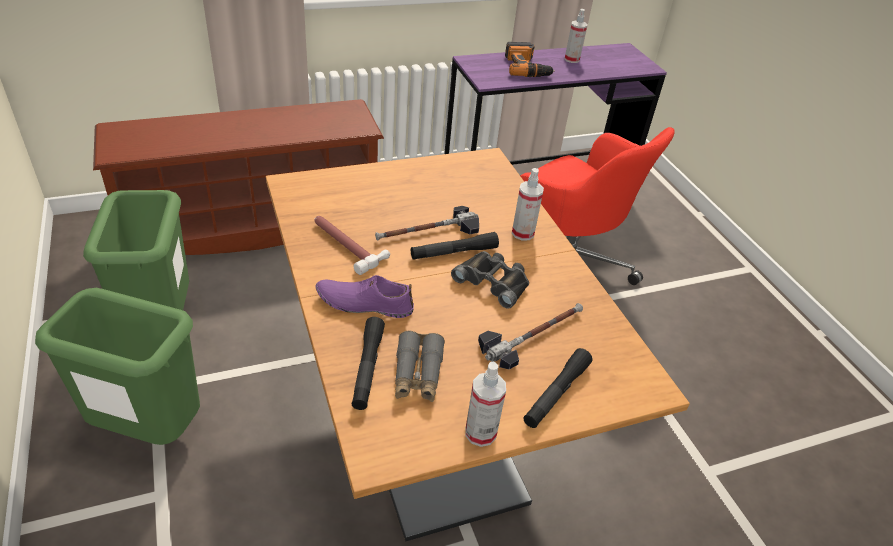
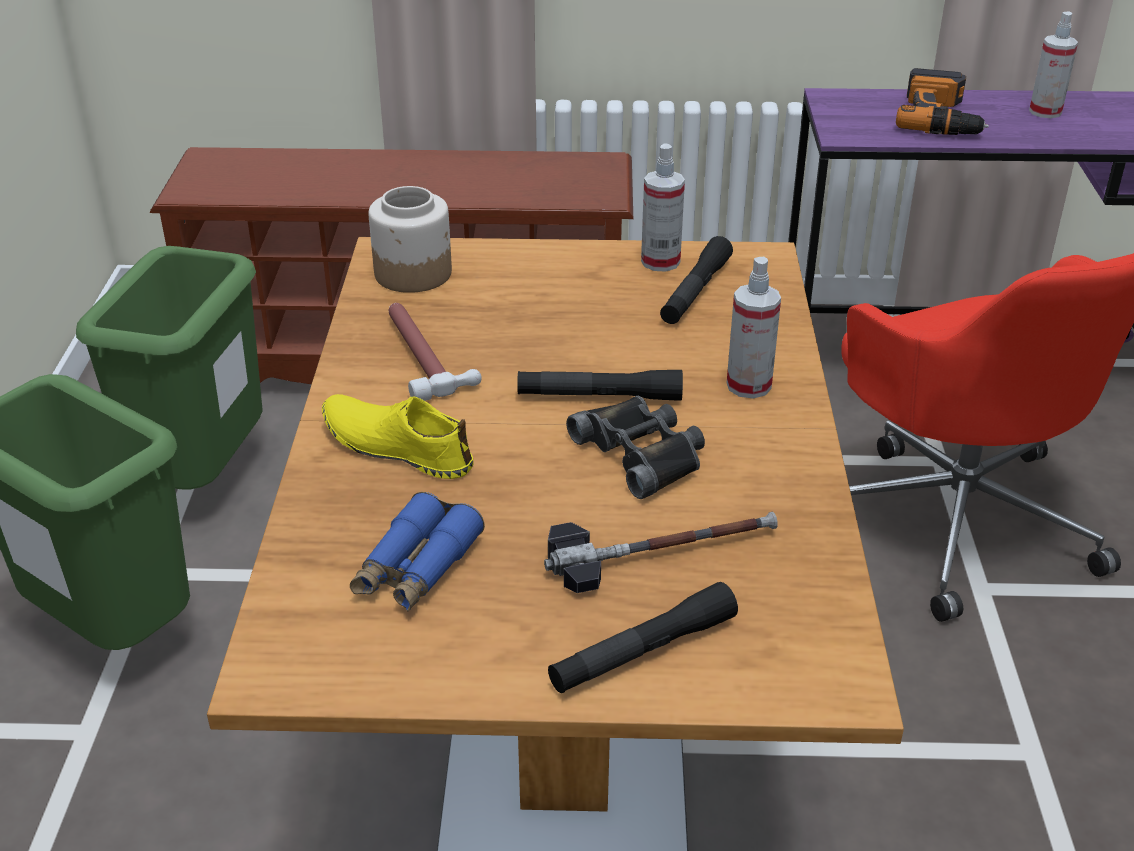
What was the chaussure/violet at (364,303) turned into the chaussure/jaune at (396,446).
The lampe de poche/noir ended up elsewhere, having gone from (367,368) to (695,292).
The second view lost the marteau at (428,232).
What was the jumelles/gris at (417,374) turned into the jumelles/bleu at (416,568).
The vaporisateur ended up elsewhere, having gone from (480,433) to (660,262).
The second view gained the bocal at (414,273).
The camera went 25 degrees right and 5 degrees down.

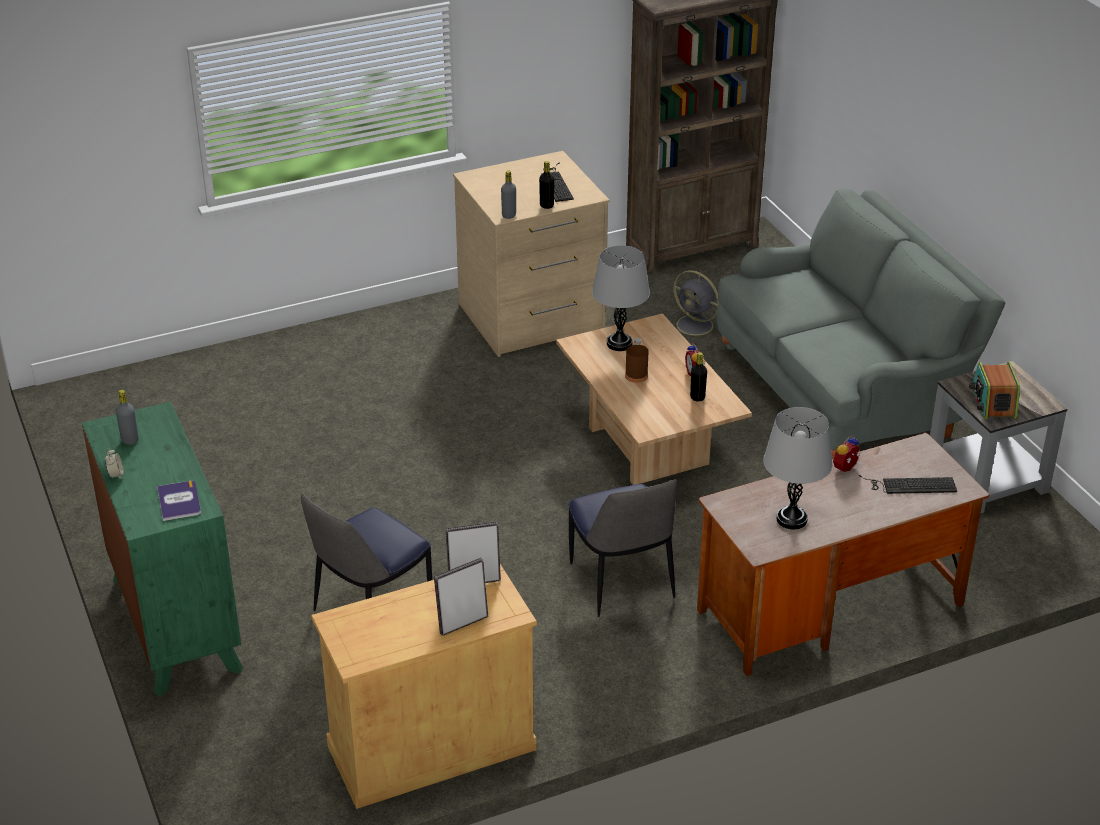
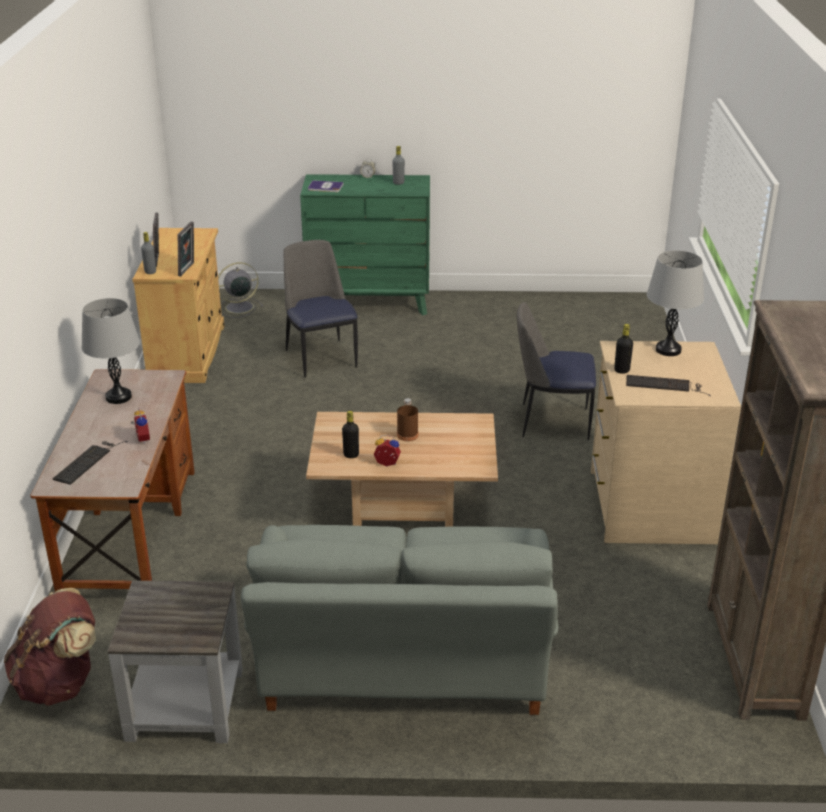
The bouteille/gris ended up elsewhere, having gone from (509,215) to (150,272).
The chaise ended up elsewhere, having gone from (622,583) to (552,422).
The lampe de table/gris ended up elsewhere, having gone from (619,343) to (668,350).
The ventilateur/gris ended up elsewhere, having gone from (696,326) to (238,307).
The second view lost the radio at (993,403).
The second view gained the sac à dos/marron at (60,683).
The camera went 115 degrees right and 5 degrees down.

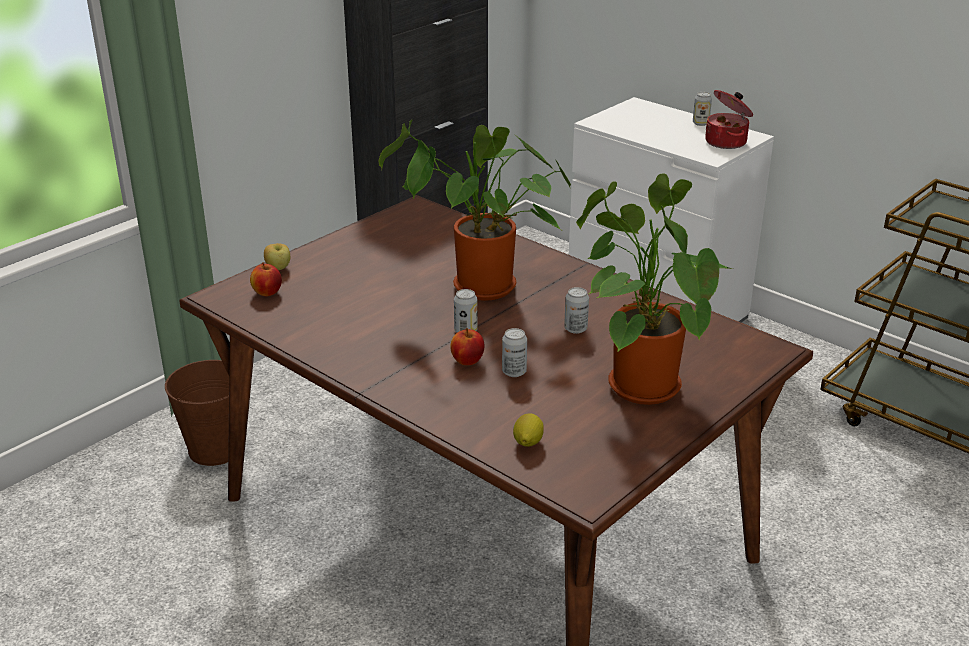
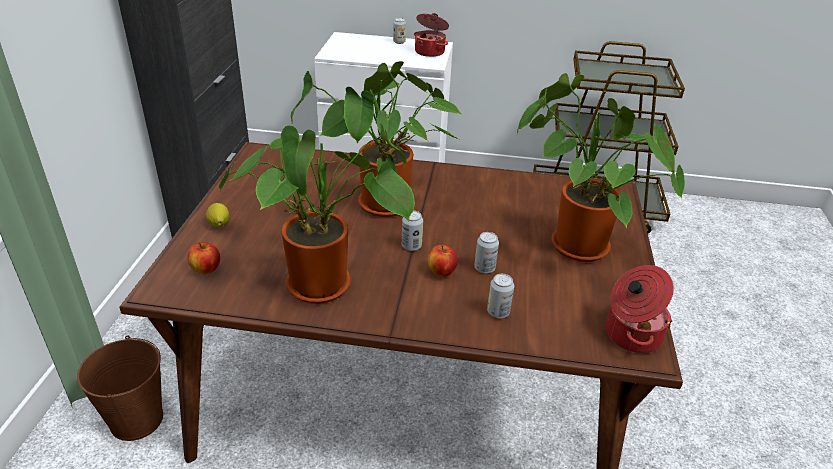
The second view lost the pomme at (278,268).
The citron ended up elsewhere, having gone from (527,443) to (219,225).
The boîte métallique ended up elsewhere, having gone from (575,329) to (498,312).
The second view gained the plante en pot at (326,284).
The second view gained the marmite at (630,334).
The camera went 35 degrees left and 5 degrees up.

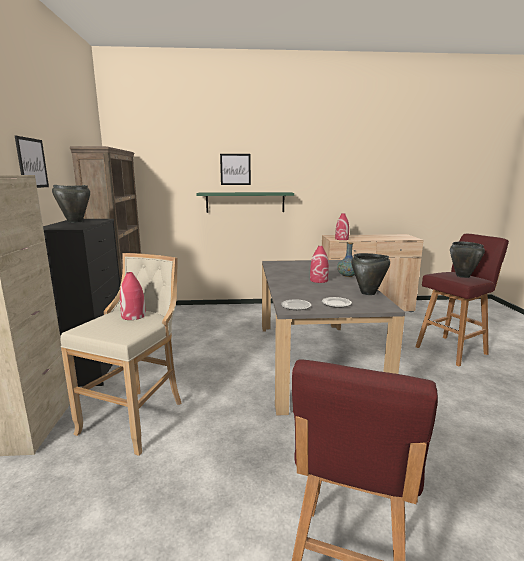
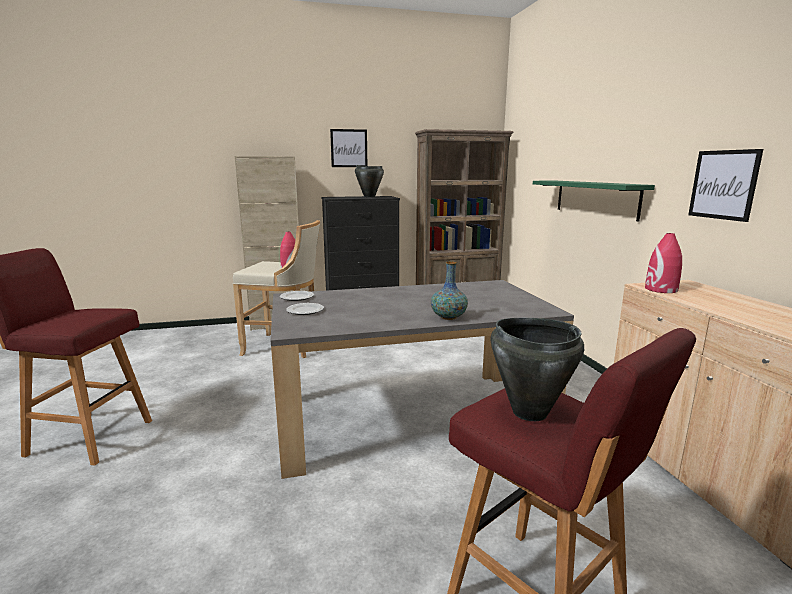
The tableau ended up elsewhere, having gone from (235,169) to (723,184).
The second view lost the vase/rouge at (319,280).
The second view lost the marmite/noir at (368,293).
The camera went 80 degrees right and 0 degrees up.

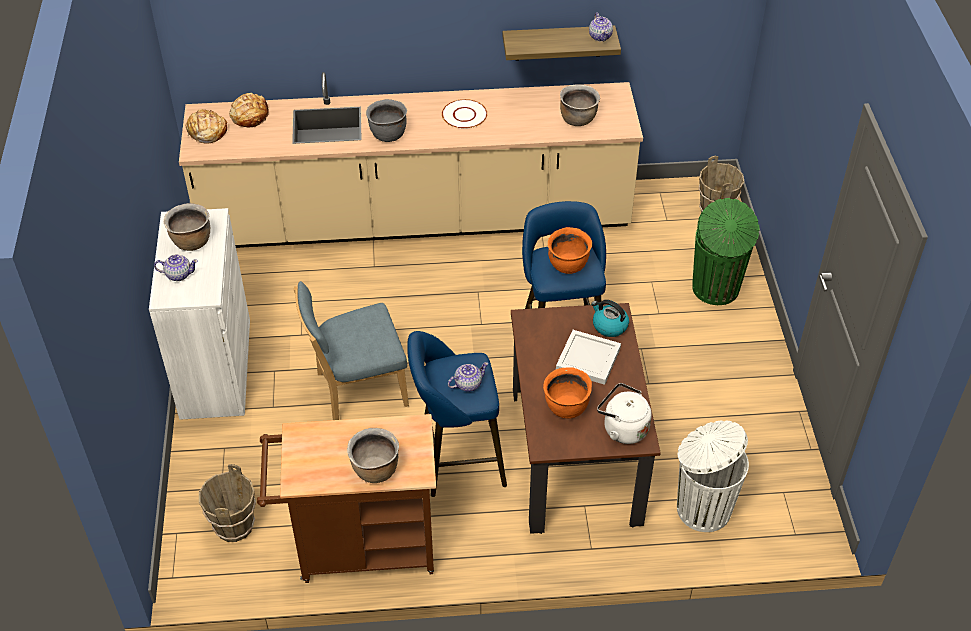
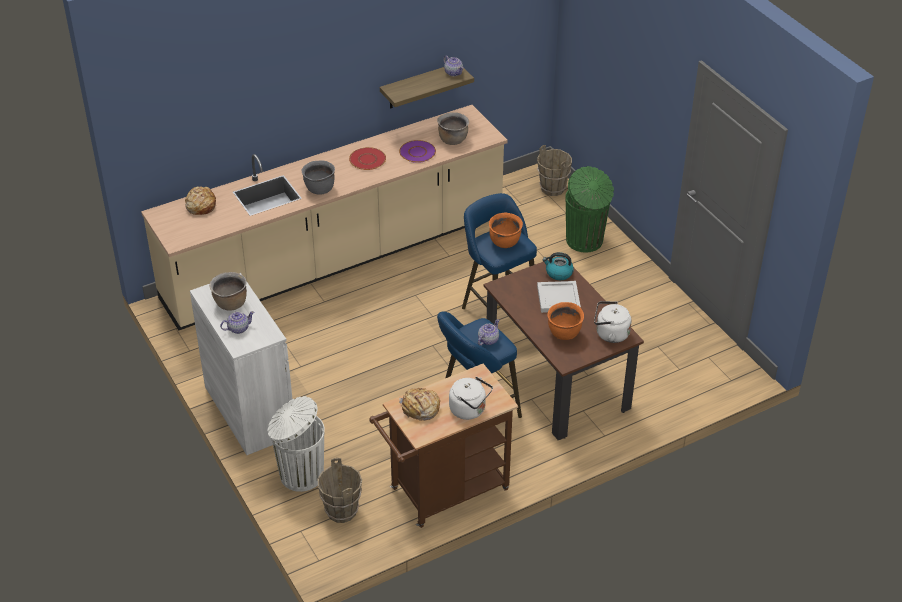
The pain ended up elsewhere, having gone from (207,132) to (420,408).
The second view lost the chaise/bleu at (357,390).
Where the marmite/marron stood at (375,470), the bouilloire/blanc came to stand at (469,410).
What was the assiette/blanc at (464,115) turned into the assiette/rouge at (367,159).
The poubelle/blanc ended up elsewhere, having gone from (701,508) to (300,474).
The second view gained the assiette/violet at (417,152).
The camera went 25 degrees left and 5 degrees down.

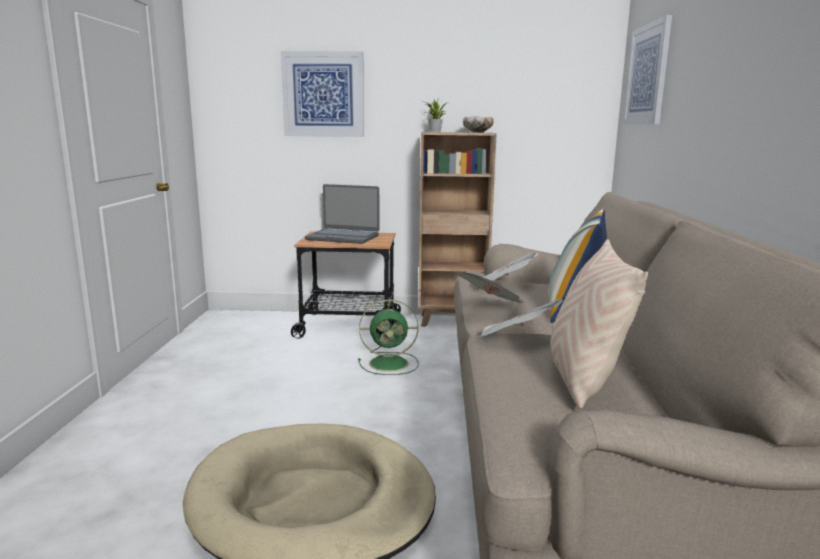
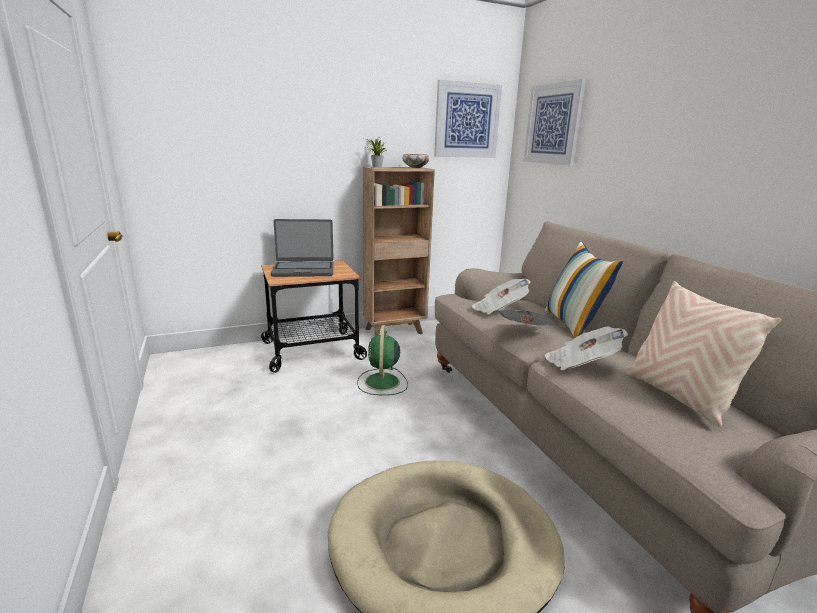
The tableau ended up elsewhere, having gone from (323,94) to (467,120).
The ventilateur/vert at (390,363) ended up facing another way, 120 degrees clockwise from before.
The camera went 25 degrees left and 5 degrees up.

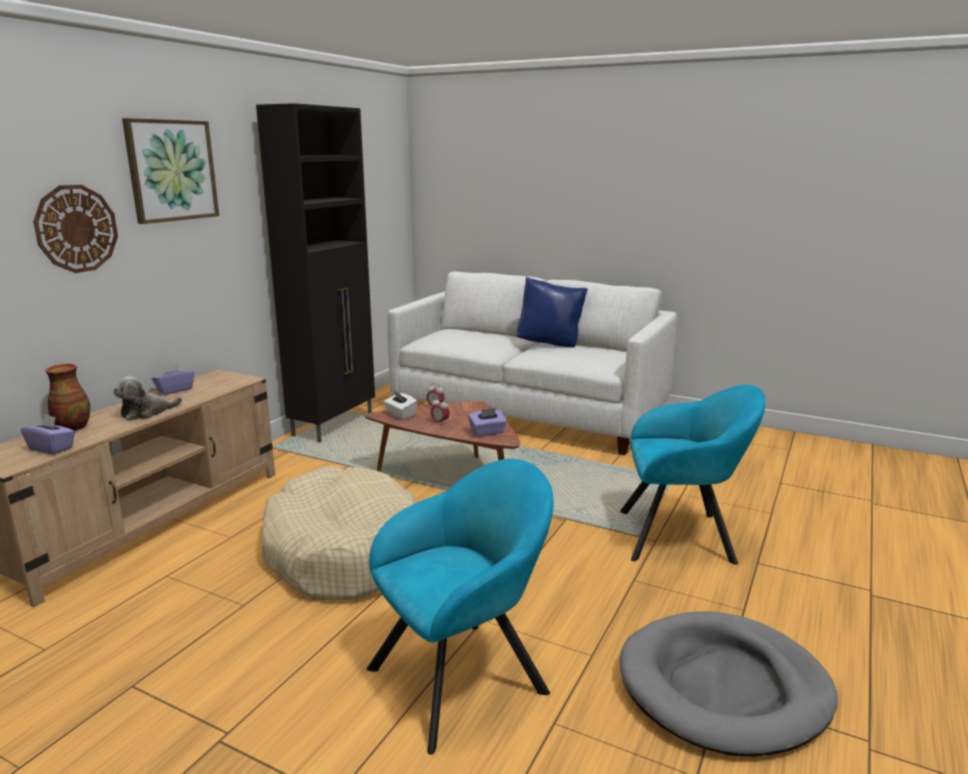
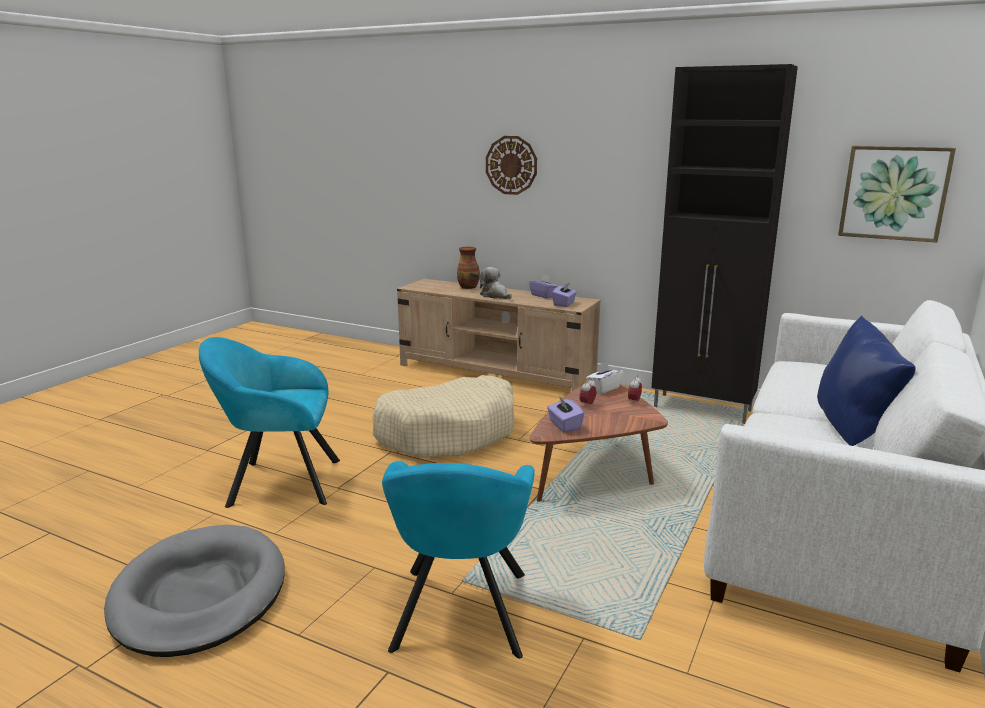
The boîte à mouchoirs/violet ended up elsewhere, having gone from (52,448) to (564,304).
The tableau ended up elsewhere, having gone from (171,170) to (894,193).
The fauteuil/turquoise at (465,676) ended up facing another way, 120 degrees clockwise from before.
The camera went 90 degrees right and 0 degrees up.

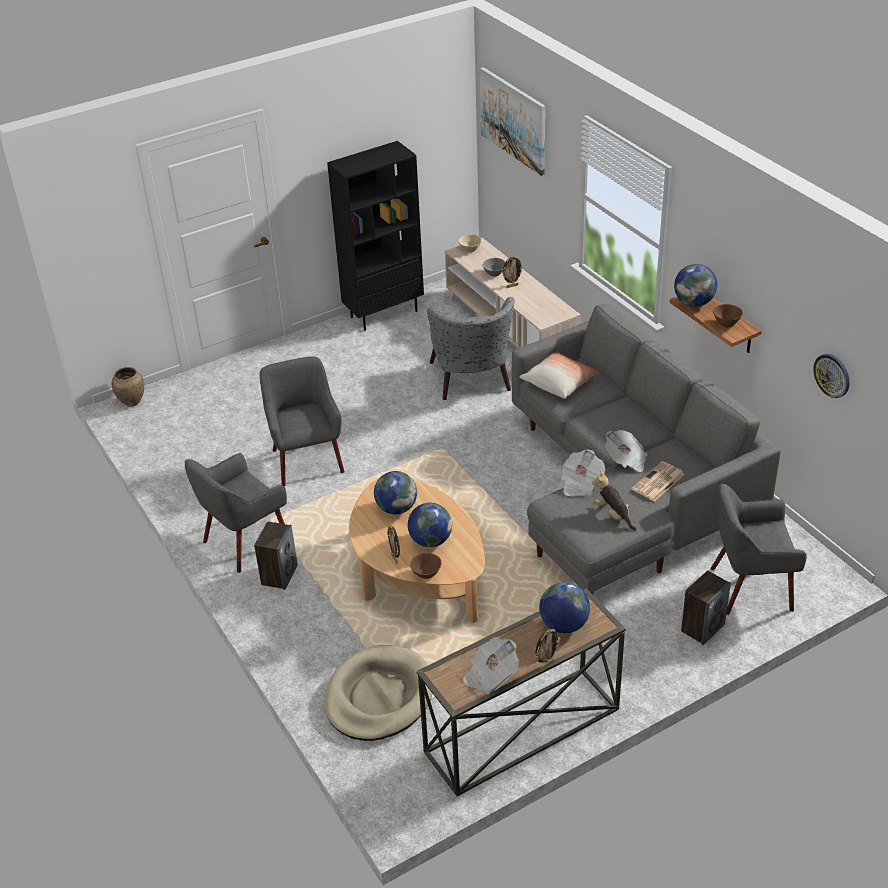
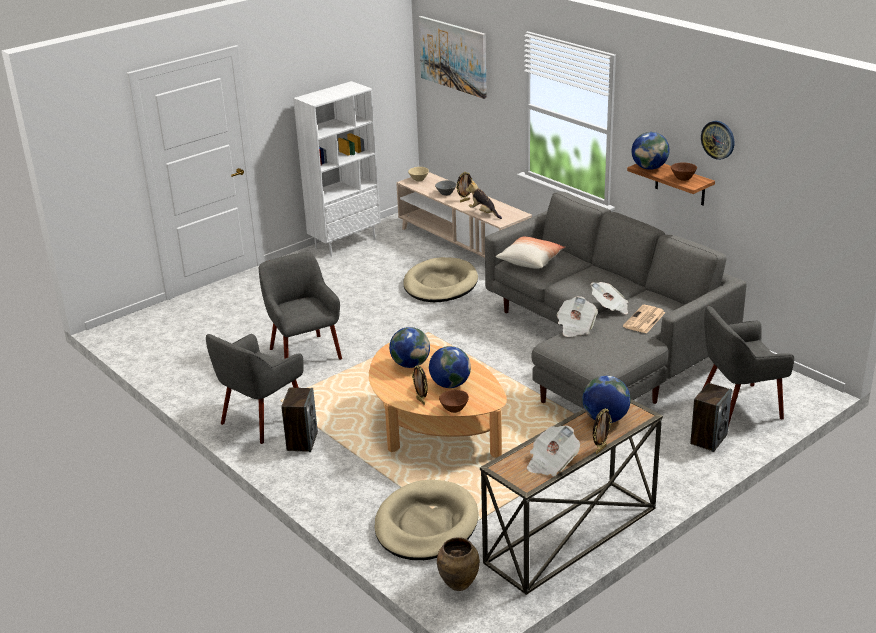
The vase/marron ended up elsewhere, having gone from (132,402) to (459,584).
What was the bibliothèque/noir at (384,313) turned into the bibliothèque/blanc at (345,243).
Where the fauteuil/gris stood at (472,382), the panier pour chien/beige came to stand at (440,284).
The peluche ended up elsewhere, having gone from (613,515) to (483,213).
The horloge murale ended up elsewhere, having gone from (832,375) to (718,139).
The camera went 10 degrees left and 10 degrees down.

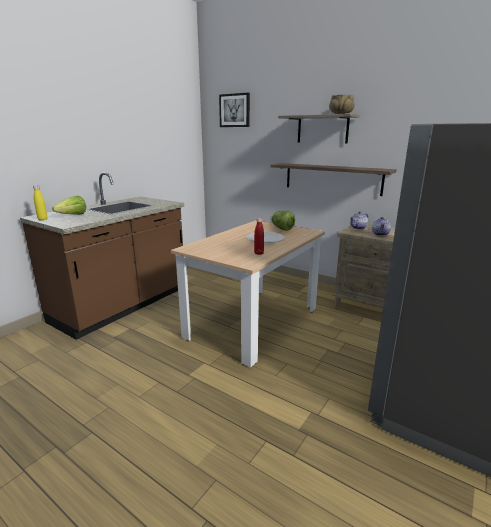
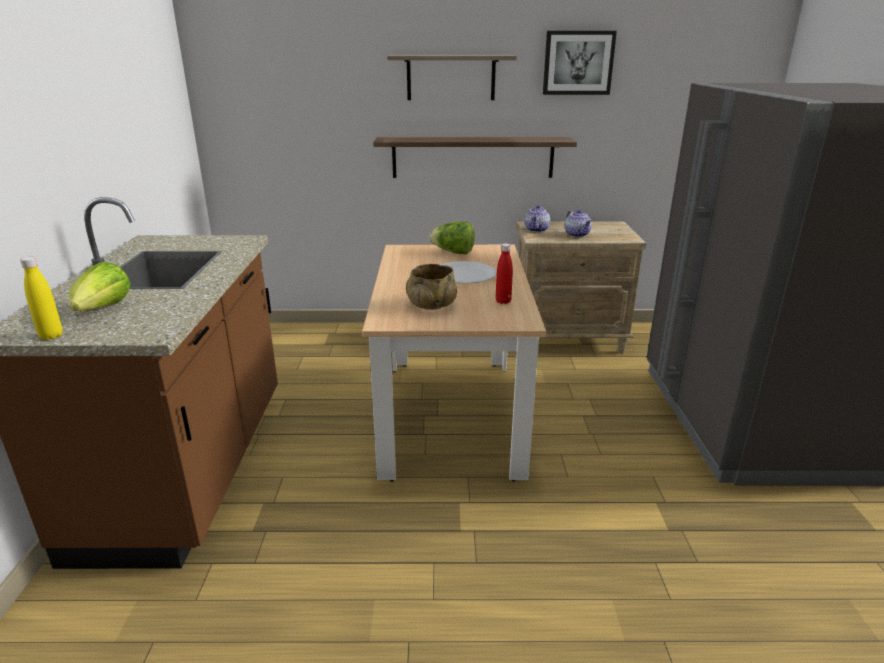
The tableau ended up elsewhere, having gone from (235,110) to (578,63).
The bol/beige ended up elsewhere, having gone from (341,114) to (432,305).
The camera went 35 degrees left and 5 degrees up.

